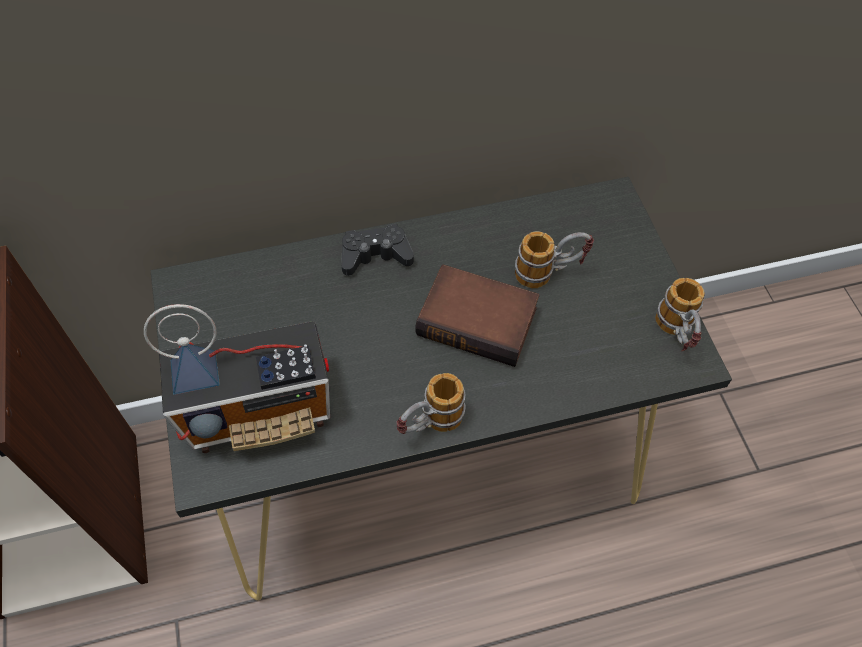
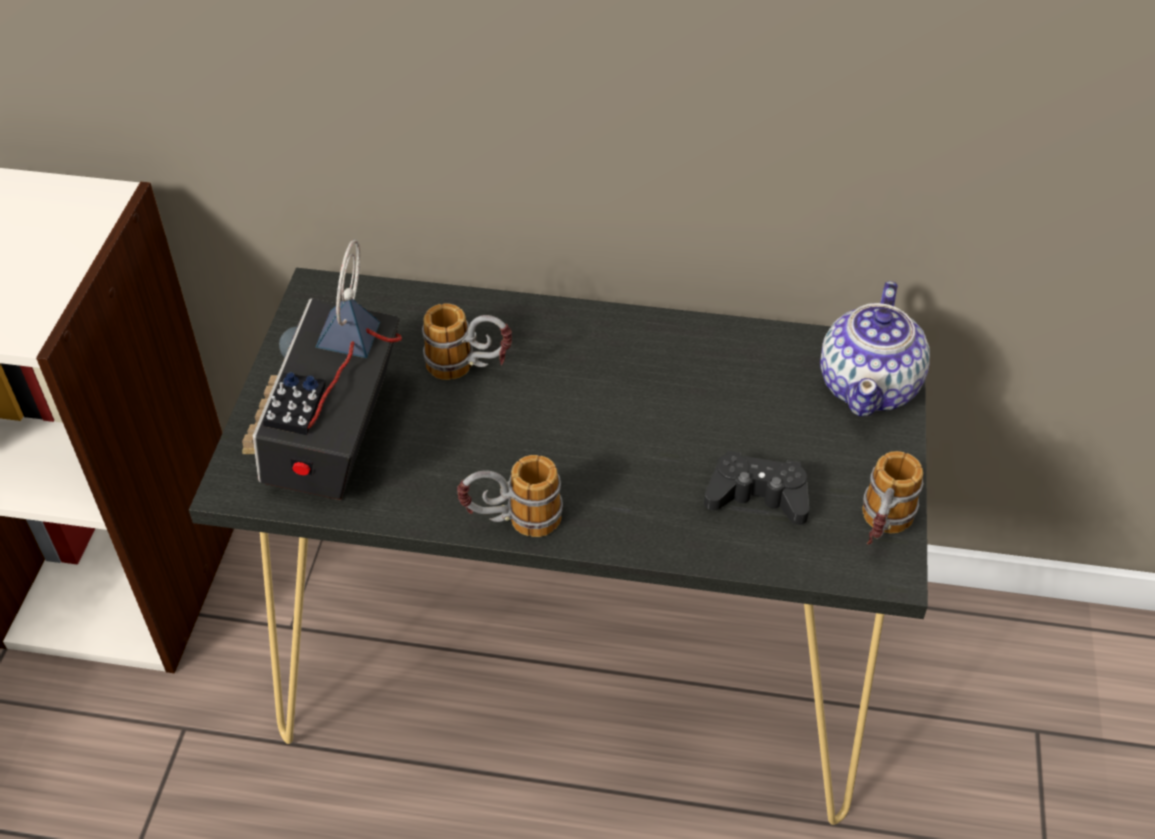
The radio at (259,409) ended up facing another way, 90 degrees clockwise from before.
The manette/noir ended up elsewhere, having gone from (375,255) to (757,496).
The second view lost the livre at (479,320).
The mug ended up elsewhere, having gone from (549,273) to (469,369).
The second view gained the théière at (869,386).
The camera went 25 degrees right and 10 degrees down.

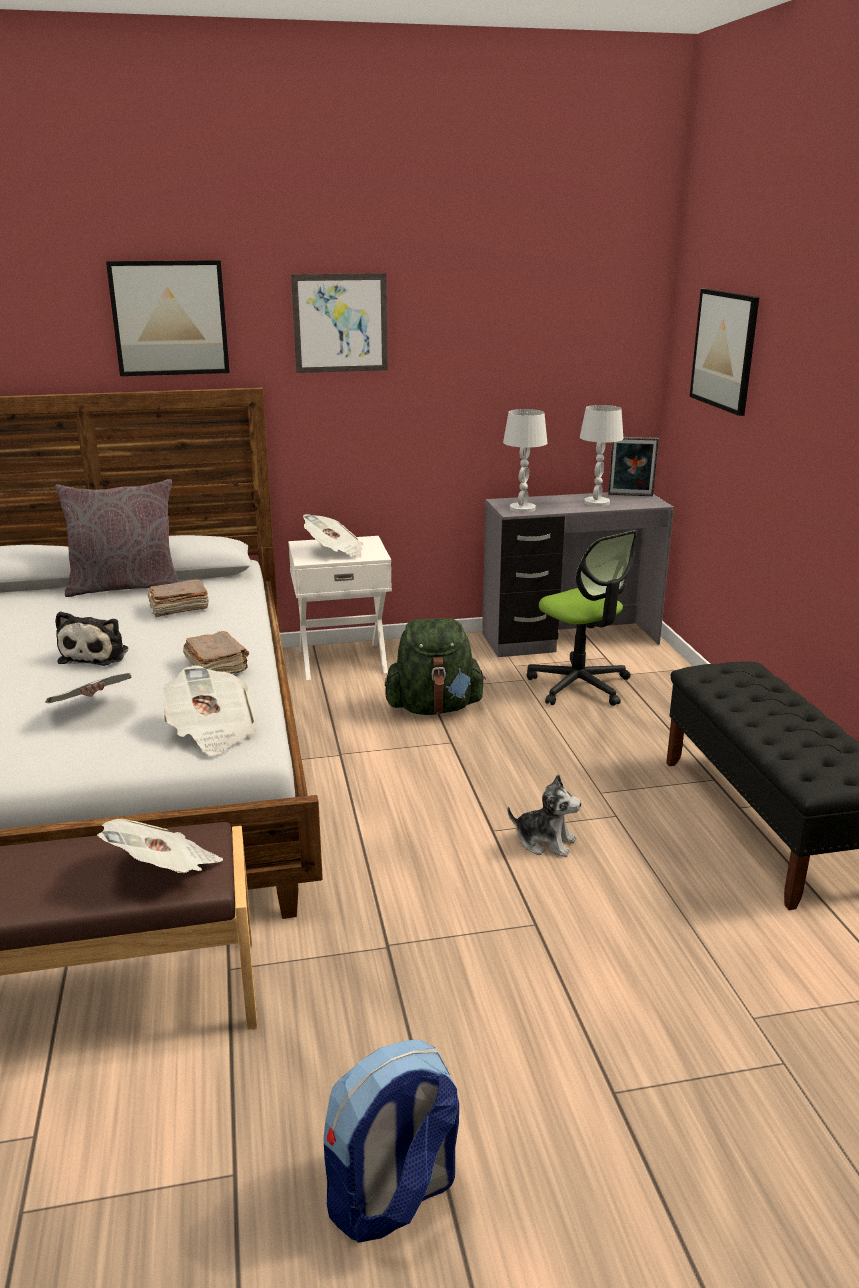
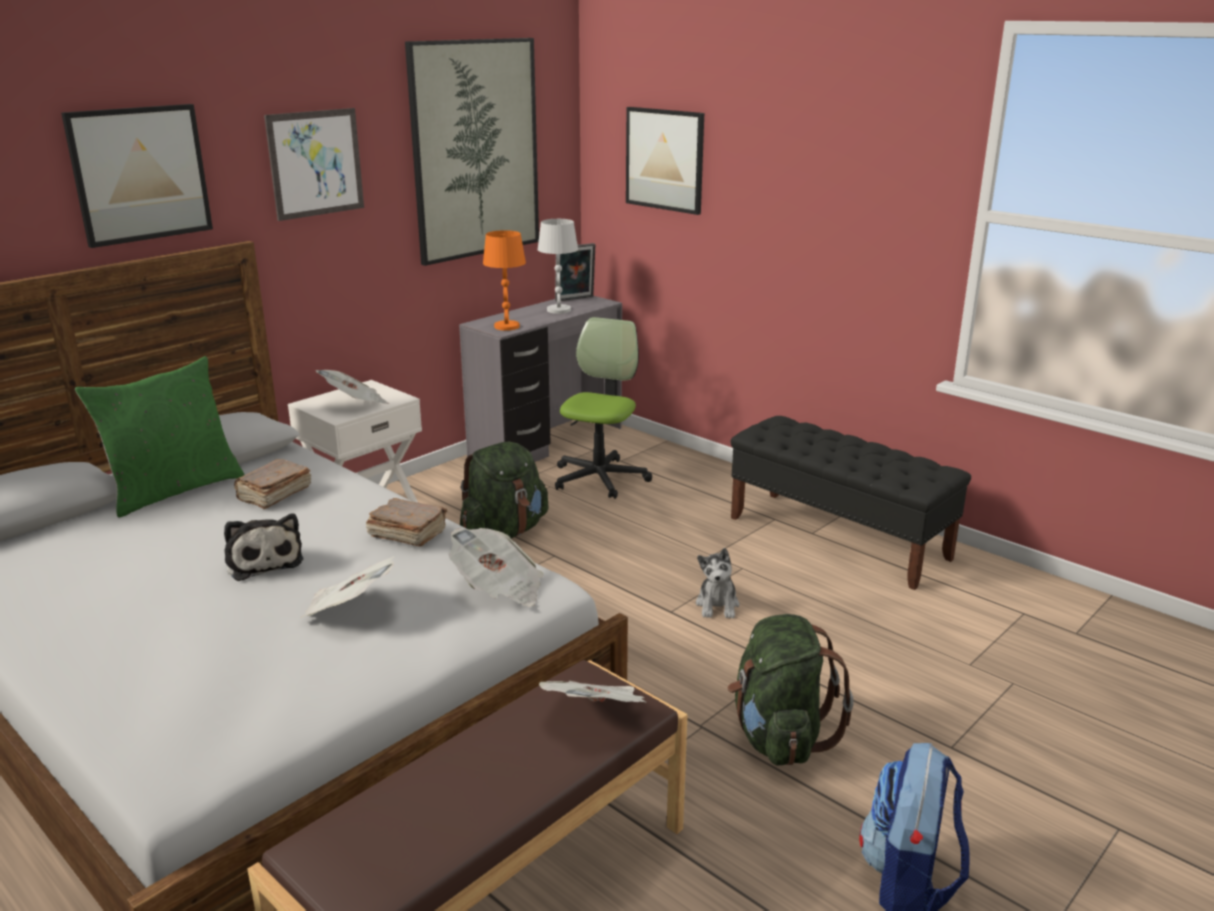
What was the coussin/gris at (125,587) turned into the coussin/vert at (174,490).
What was the lampe de table/blanc at (522,508) turned into the lampe de table/orange at (506,326).
The peluche at (545,842) ended up facing another way, 105 degrees clockwise from before.
The chaise de bureau at (579,685) ended up facing another way, 90 degrees counterclockwise from before.
The second view gained the tableau at (475,150).
The second view gained the sac à dos/vert at (779,737).
The camera went 35 degrees left and 0 degrees up.

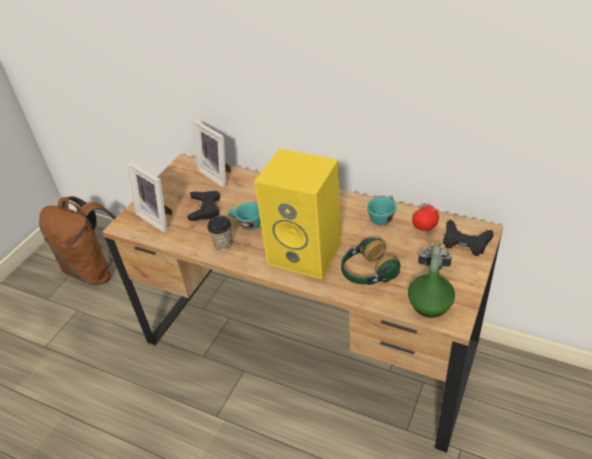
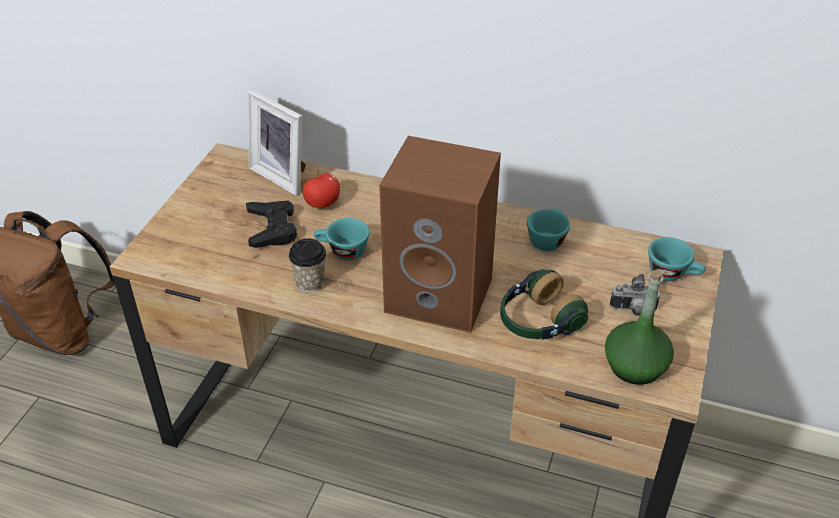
The second view lost the cadre photo at (158,217).
What was the enceinte/jaune at (307,253) turned into the enceinte/marron at (442,294).
The pomme ended up elsewhere, having gone from (424,227) to (322,204).
Where the manette/noir stood at (465,242), the tasse/turquoise came to stand at (673,274).
The camera went 10 degrees left and 0 degrees up.

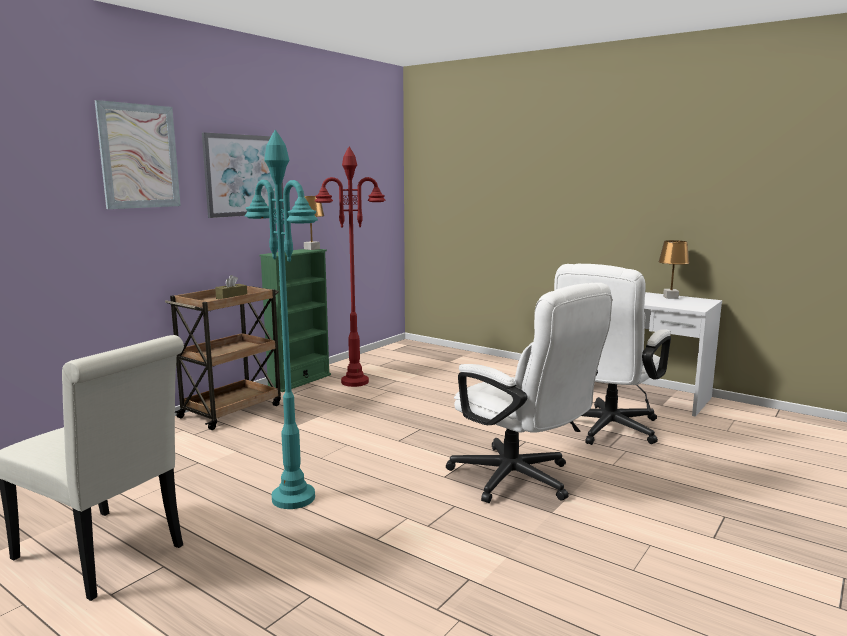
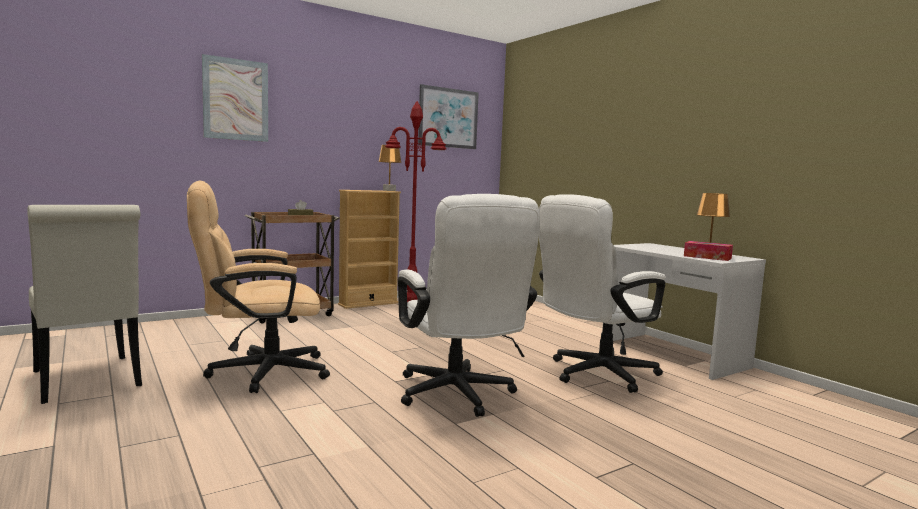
The tableau ended up elsewhere, having gone from (244,175) to (448,118).
Where the lampadaire/turquoise stood at (293,498), the chaise de bureau/beige came to stand at (257,372).
What was the bibliothèque/vert at (299,381) turned into the bibliothèque/beige at (368,303).
The second view gained the boîte à mouchoirs at (707,257).
The camera went 20 degrees right and 5 degrees down.

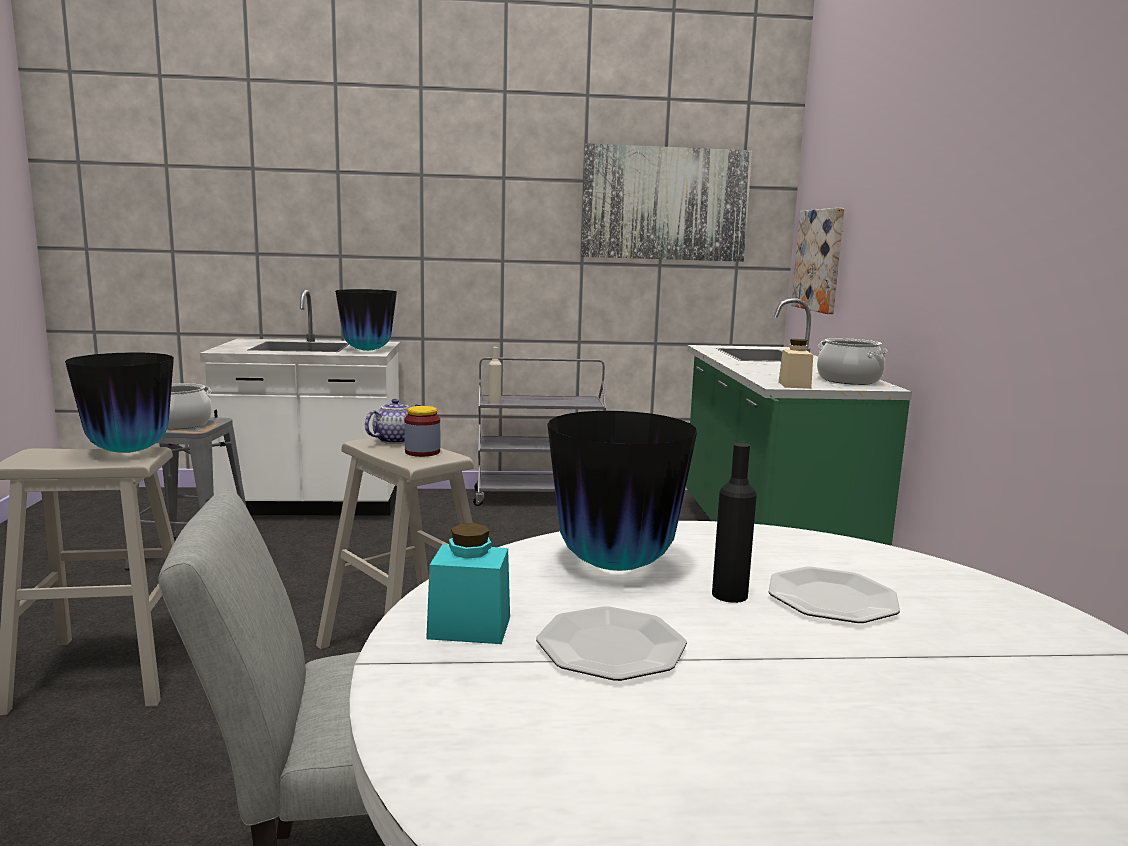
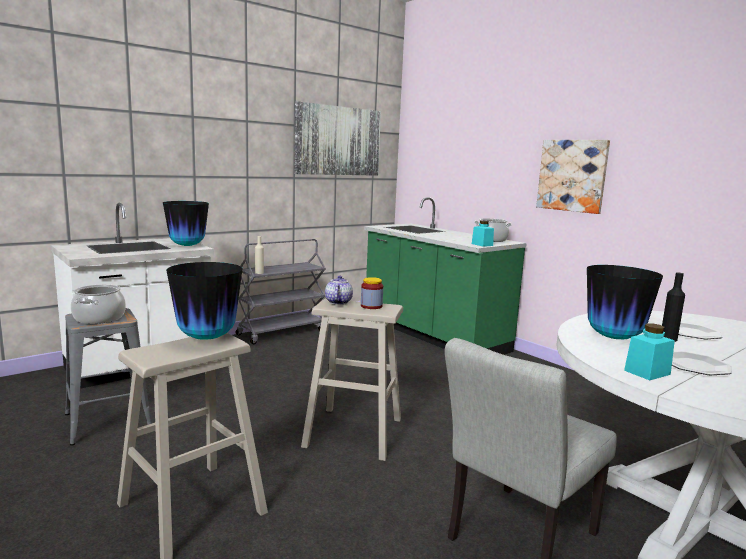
What was the bocal/beige at (794,385) turned into the bocal/turquoise at (482,244).
The tableau ended up elsewhere, having gone from (819,260) to (572,175).
The camera went 35 degrees left and 0 degrees up.

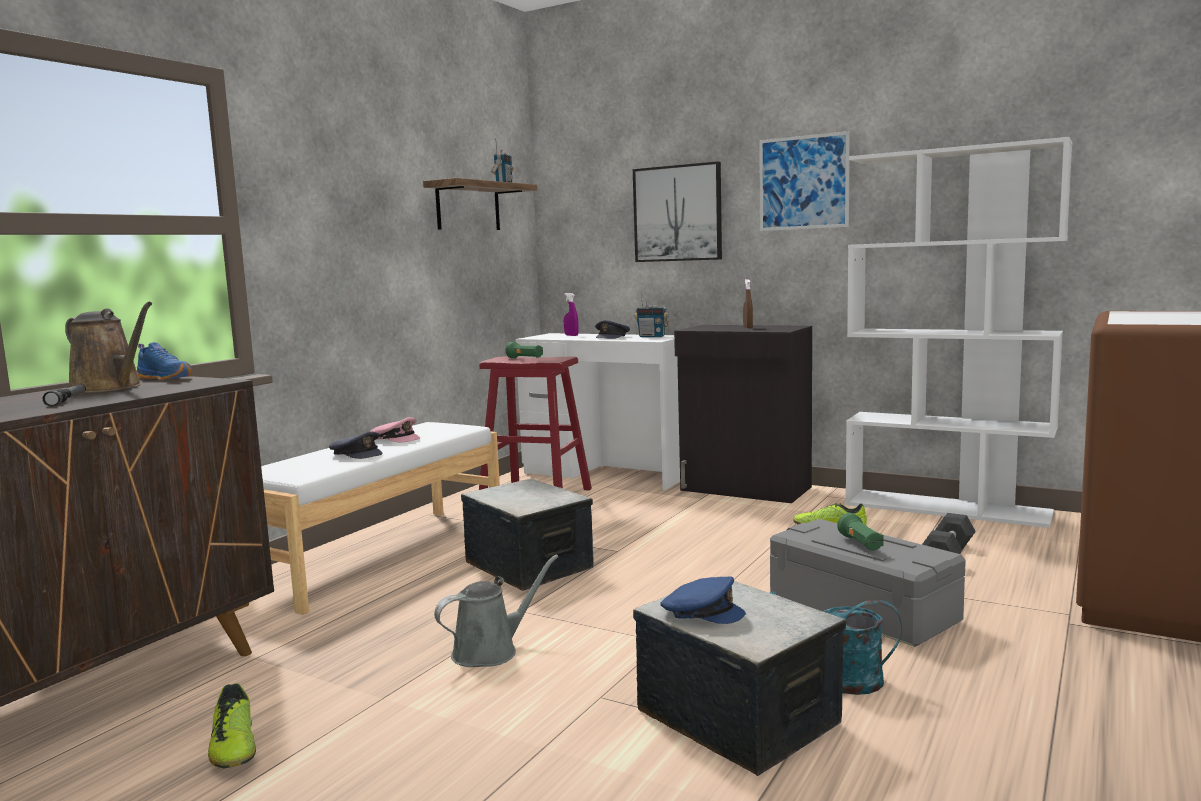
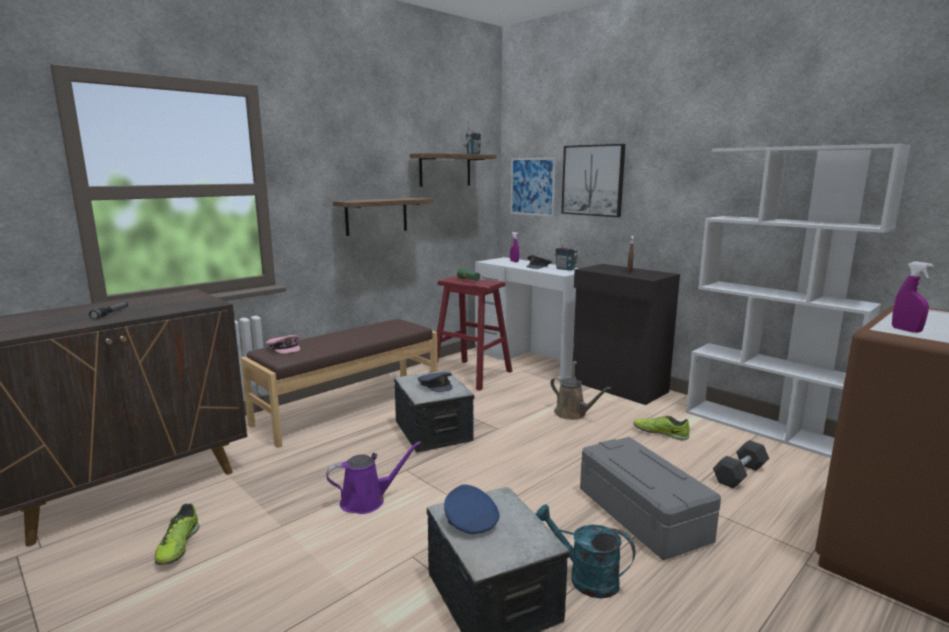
The arrosoir/marron ended up elsewhere, having gone from (110,388) to (573,414).
The second view lost the chaussure/bleu at (166,378).
What was the banc/blanc at (379,555) turned into the banc/marron at (349,407).
The casquette/gris ended up elsewhere, having gone from (357,454) to (436,385).
The casquette/rose ended up elsewhere, having gone from (396,439) to (284,348).
What was the arrosoir/gris at (490,651) turned into the arrosoir/violet at (367,500).
The casquette/bleu at (702,612) ended up facing another way, 150 degrees counterclockwise from before.
The tableau ended up elsewhere, having gone from (803,182) to (532,186).
The second view lost the lampe de poche/vert at (861,544).
The second view gained the étagère at (376,216).
The second view gained the vaporisateur/violet at (906,330).
The camera went 15 degrees right and 5 degrees up.

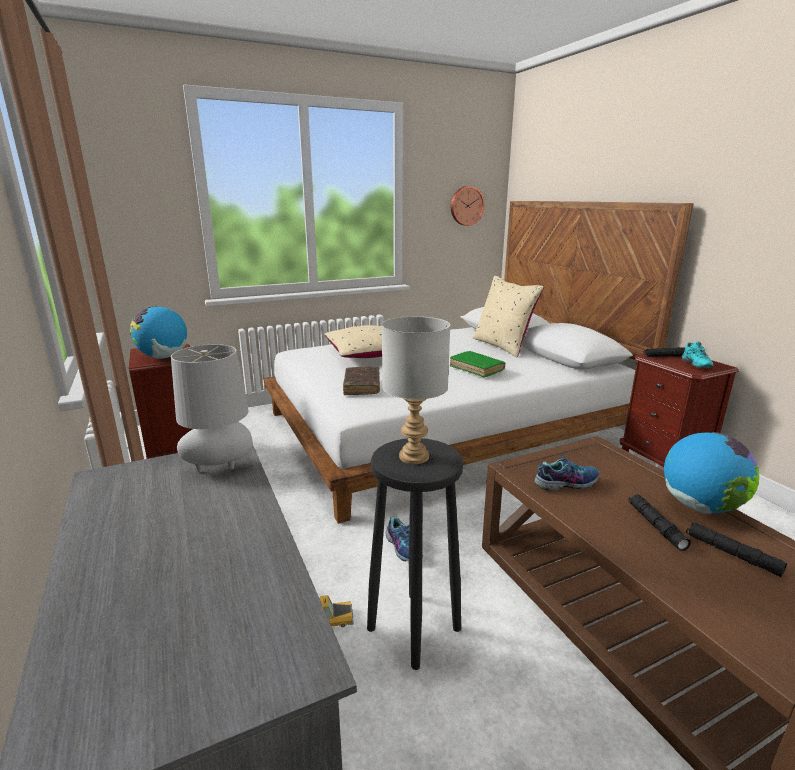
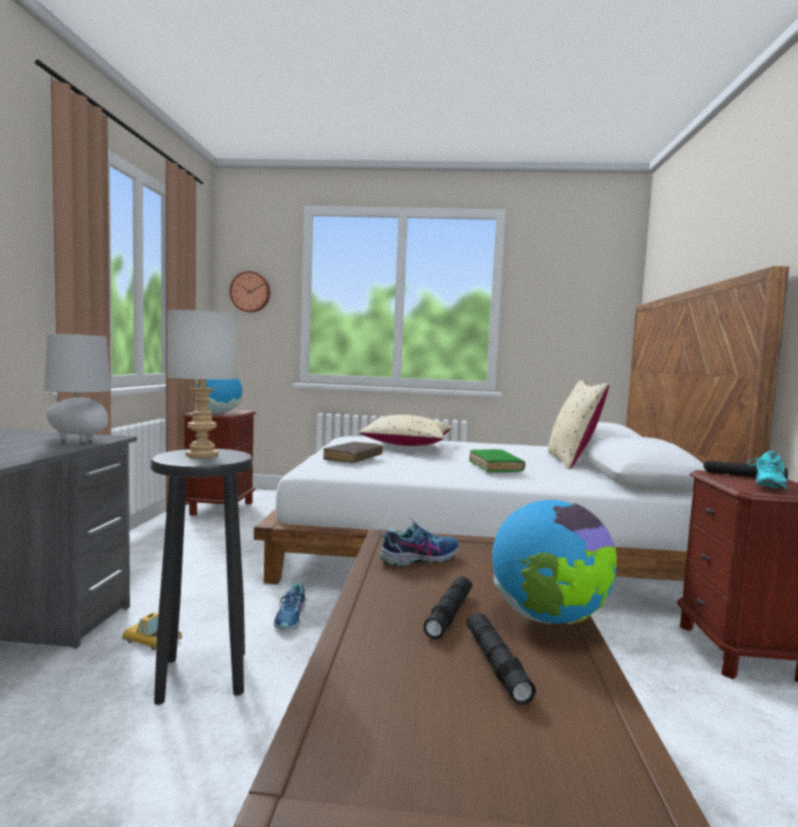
The horloge murale ended up elsewhere, having gone from (466,206) to (250,292).
The chaussure at (566,482) ended up facing another way, 45 degrees counterclockwise from before.
The camera went 30 degrees right and 15 degrees down.

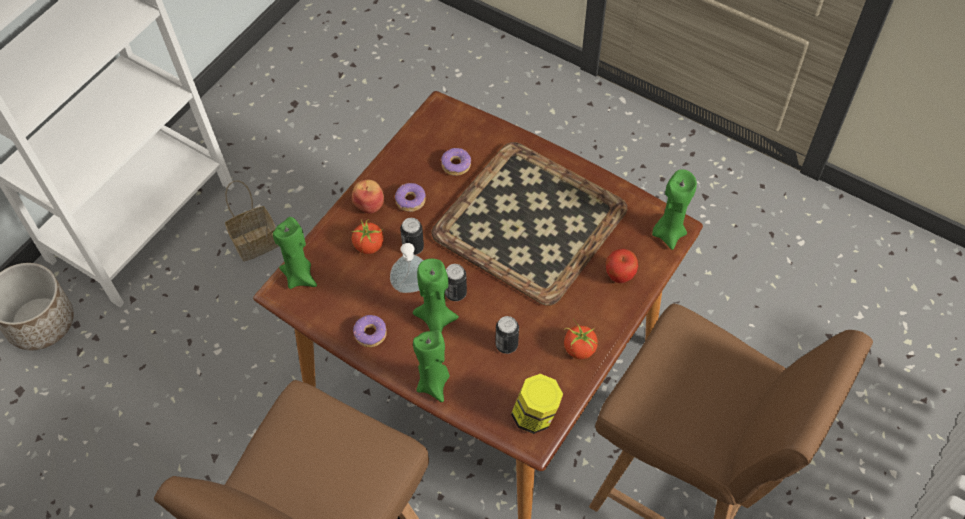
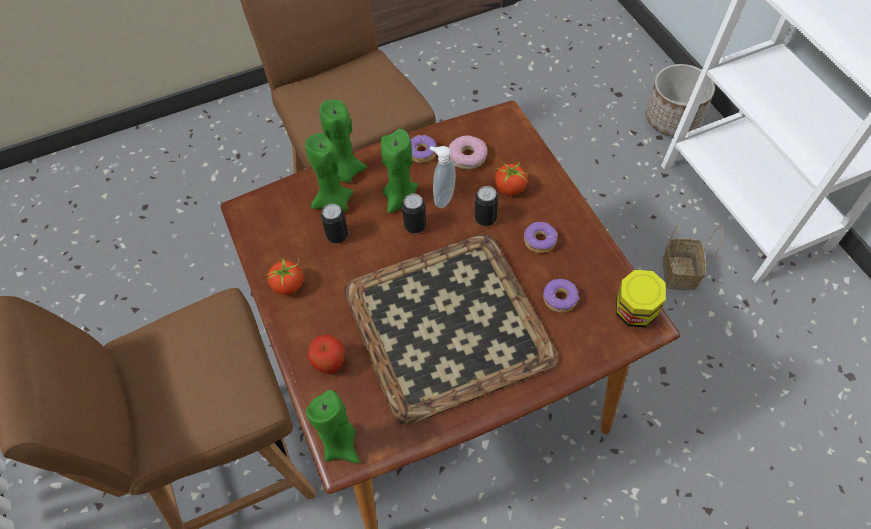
The bougie/vert ended up elsewhere, having gone from (300,276) to (334,204).
The second view lost the pomme at (369,204).
The bocal ended up elsewhere, having gone from (535,416) to (634,313).
The second view gained the beignet at (467,156).
The camera went 125 degrees right and 0 degrees up.

